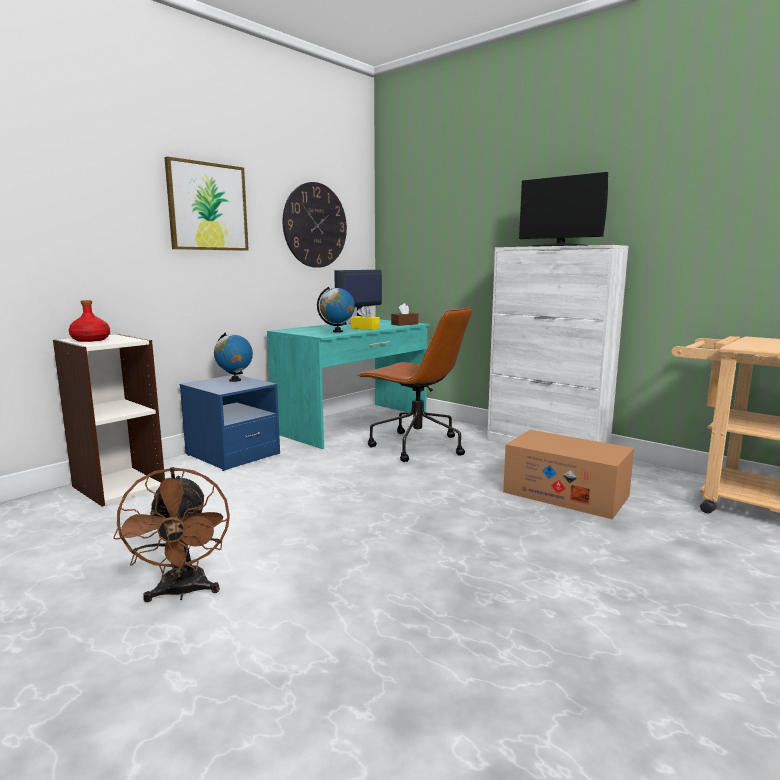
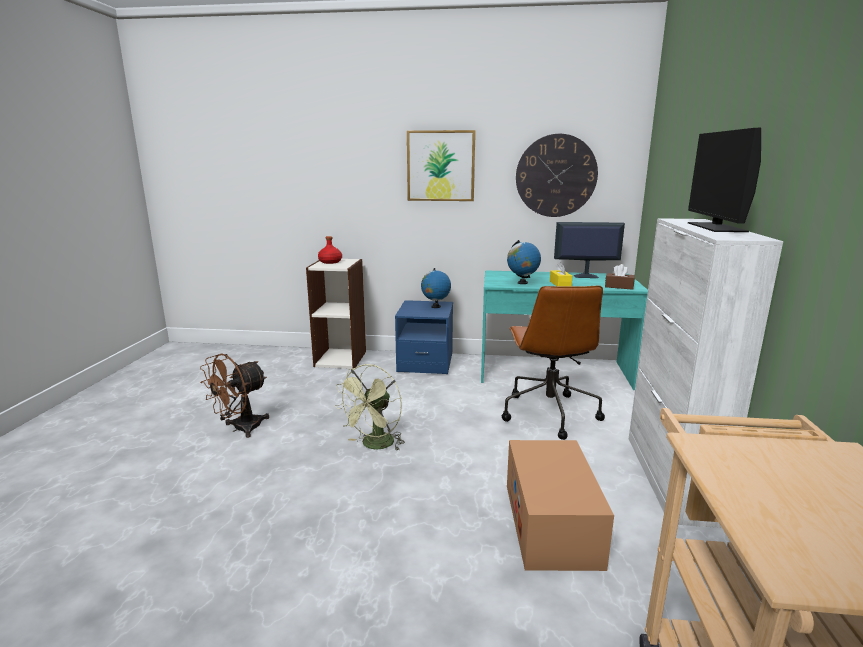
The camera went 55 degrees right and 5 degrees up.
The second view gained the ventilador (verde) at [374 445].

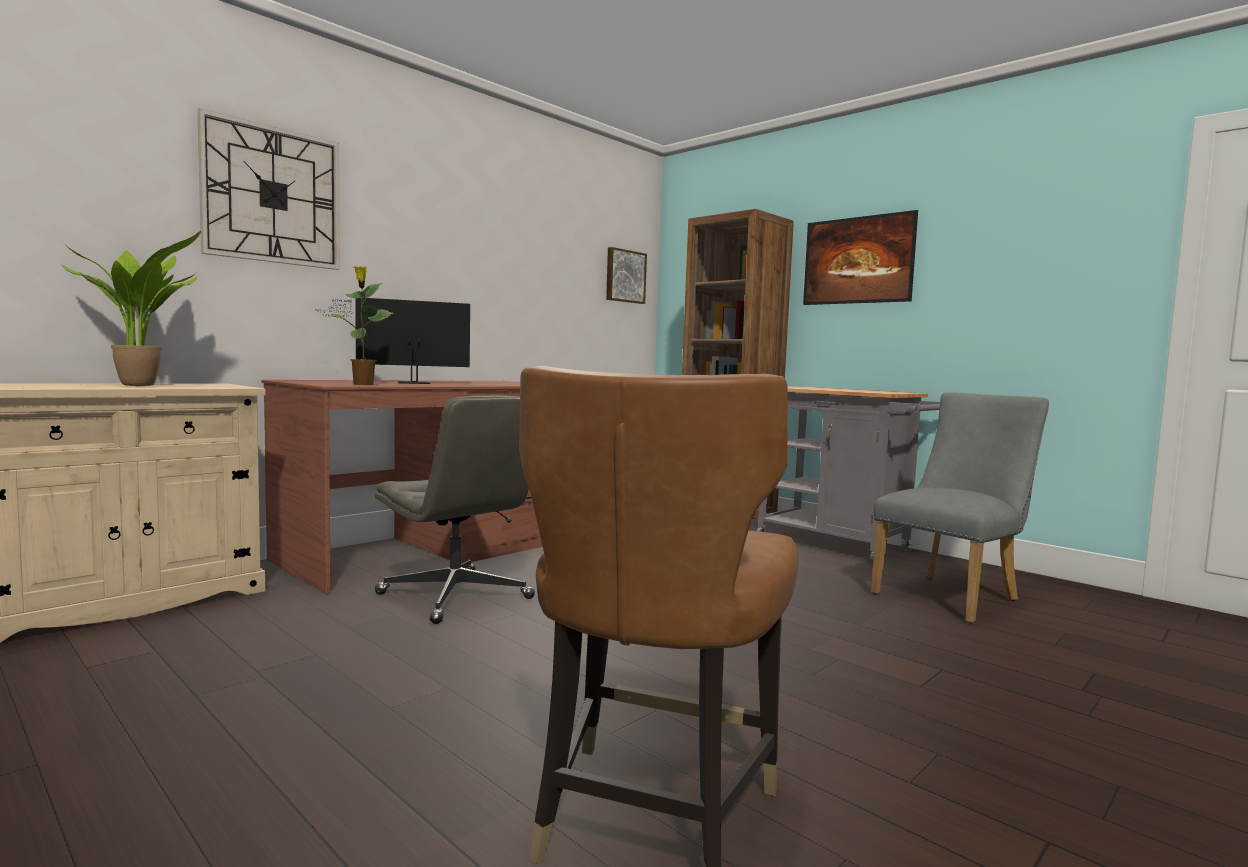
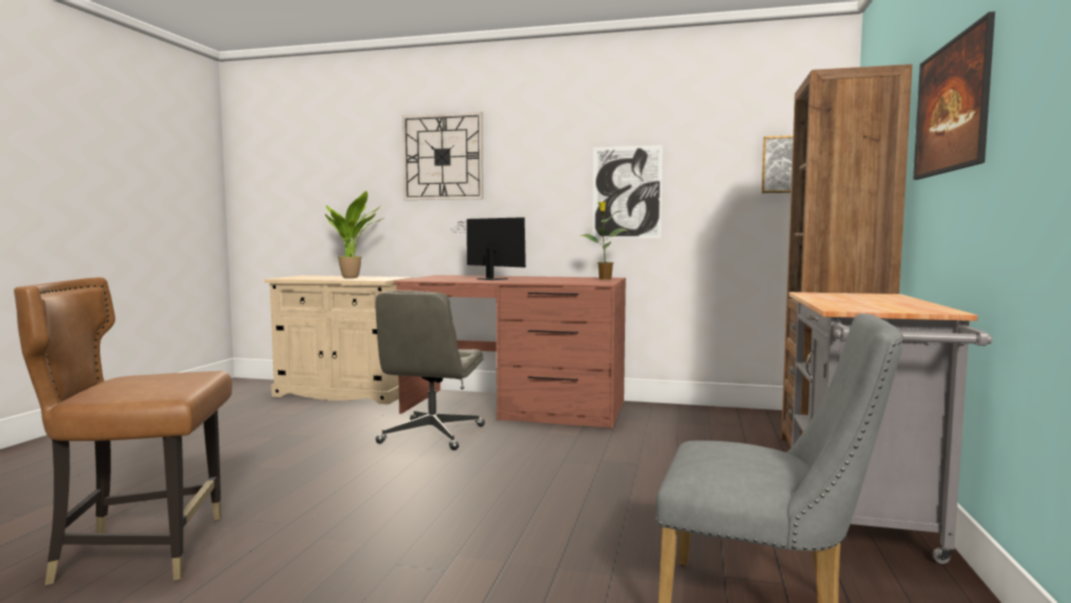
The camera went 60 degrees right and 0 degrees up.
The planta en maceta ended up elsewhere, having gone from [363 384] to [604 279].
The second view gained the cuadro at [627 192].

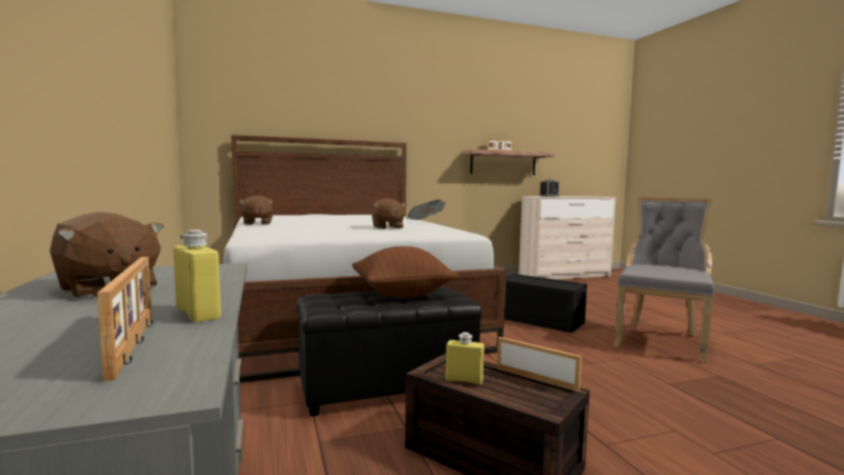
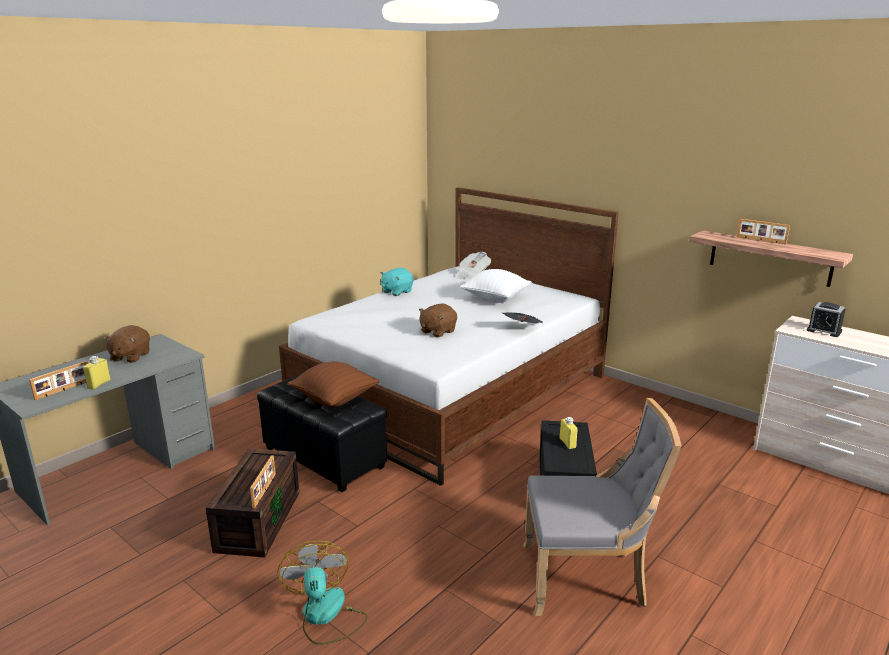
The camera went 60 degrees right and 15 degrees up.
What was the peluche (marrón) at [257 223] turned into the peluche (turquesa) at [396 292].
The botella (amarillo) ended up elsewhere, having gone from [464 380] to [567 443].
The second view gained the periódico at [472 275].
The second view gained the cojín (blanco) at [495 299].
The second view gained the ventilador at [325 616].

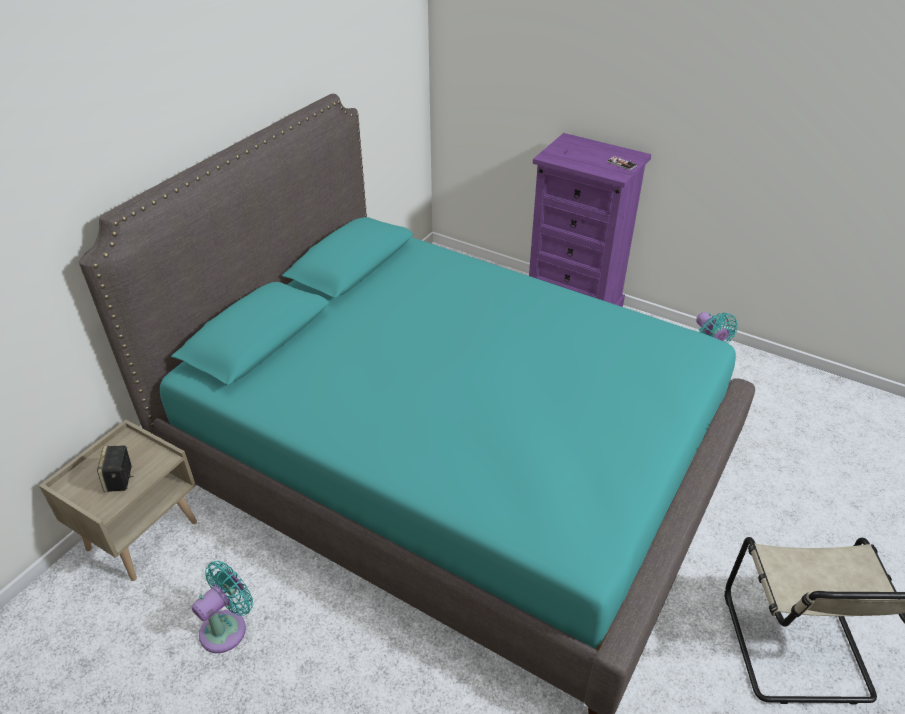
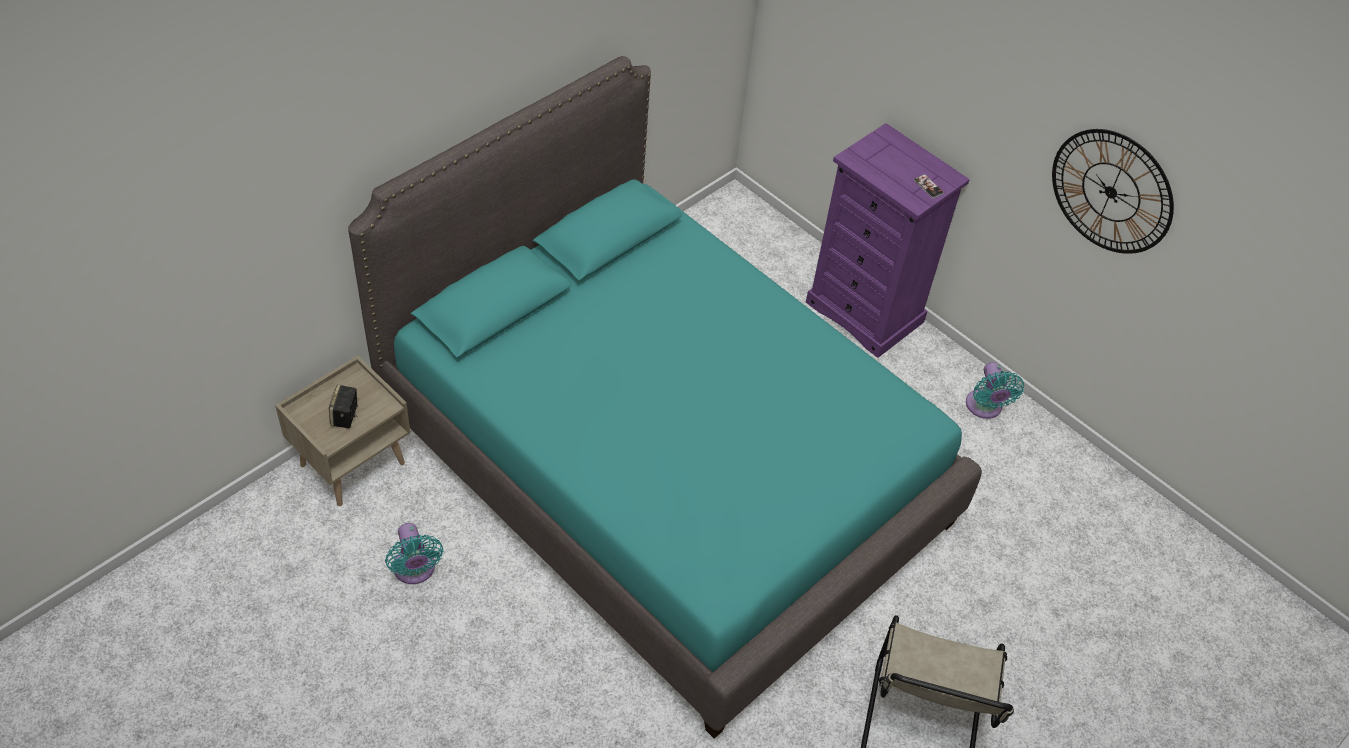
The camera went 10 degrees right and 10 degrees up.
The ventilador (turquesa) at [227 627] ended up facing another way, 105 degrees clockwise from before.
The second view gained the reloj de pared at [1111 192].

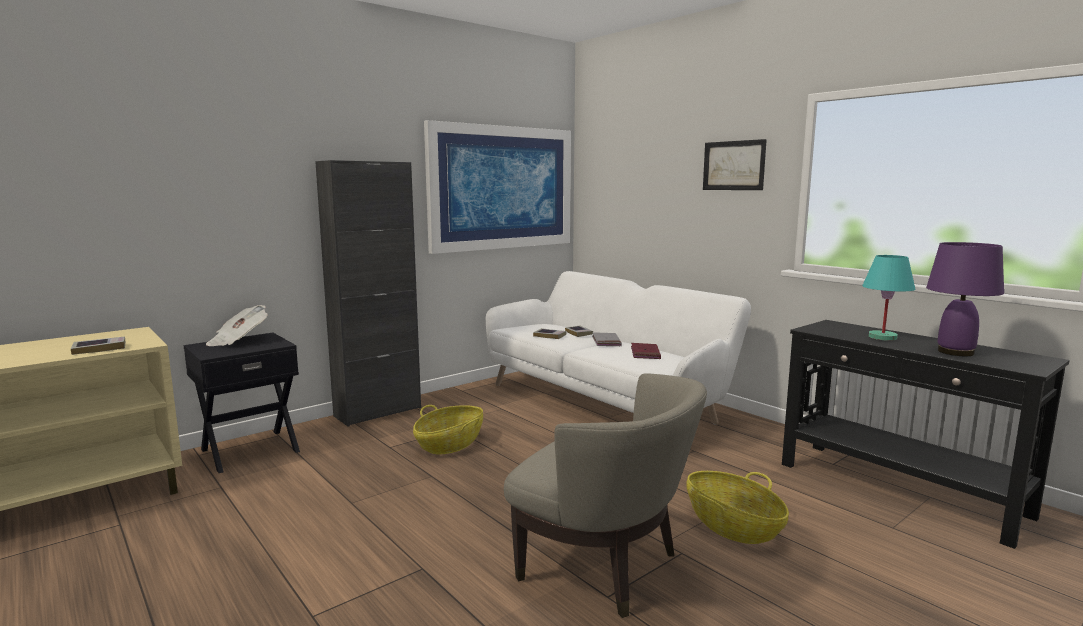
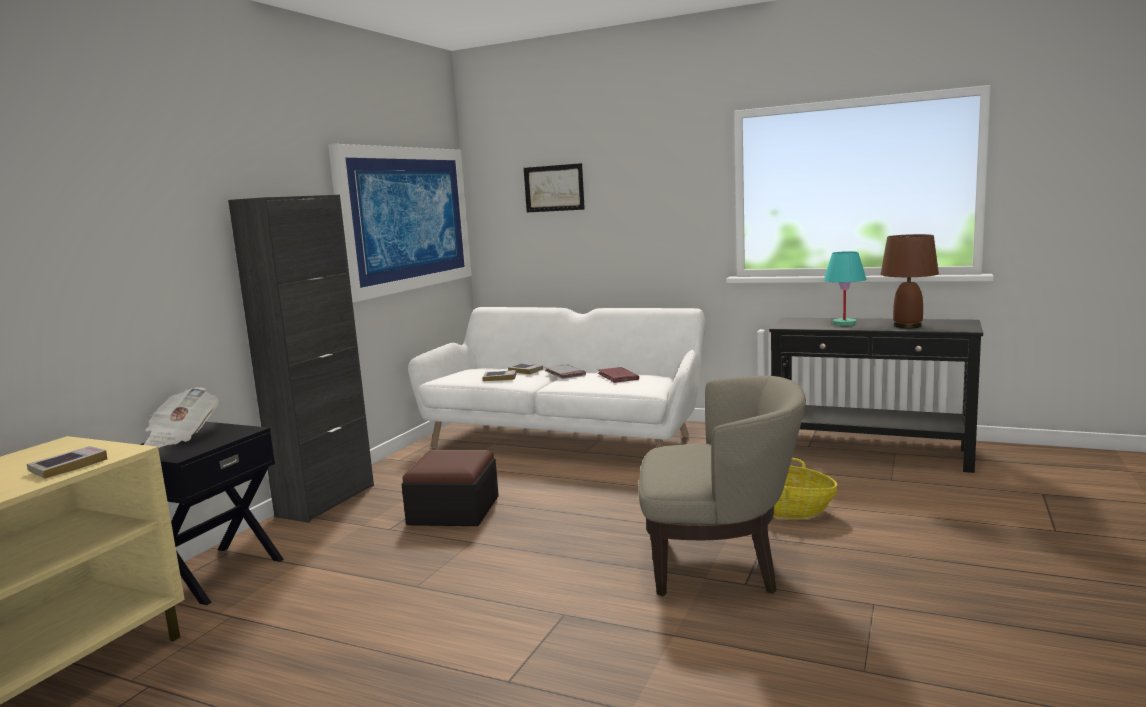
The camera went 25 degrees left and 0 degrees up.
The cuadro ended up elsewhere, having gone from [733 165] to [554 188].
What was the lámpara de mesa (morado) at [956 352] turned into the lámpara de mesa (marrón) at [908 326].
Where the cesta stood at [450 444], the puf came to stand at [454 510].

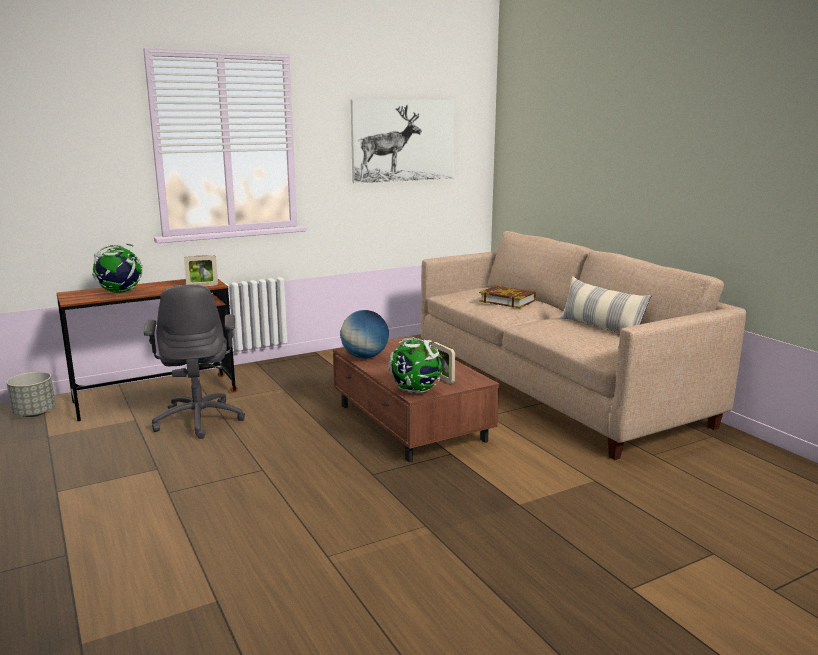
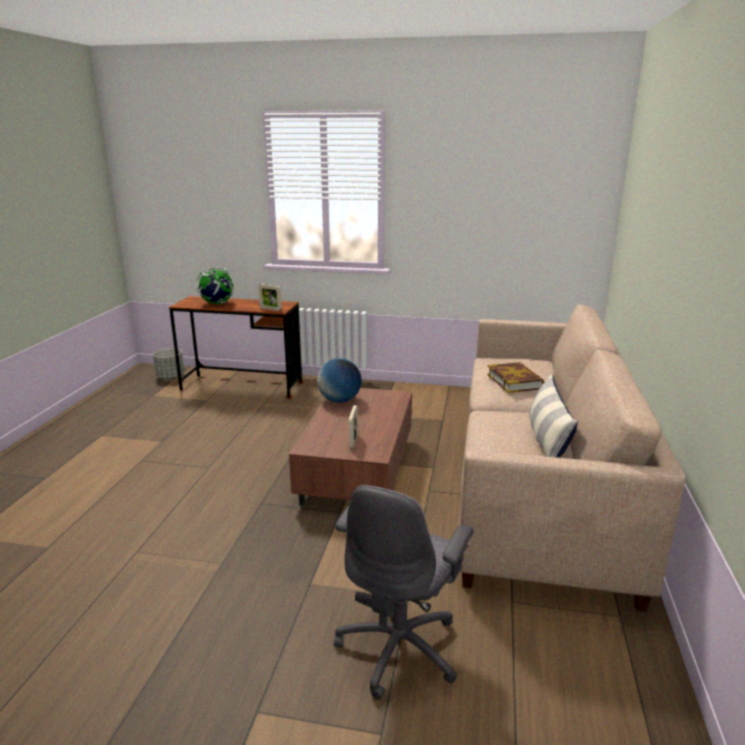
The camera went 40 degrees right and 5 degrees up.
The second view lost the cuadro at [403 141].
The silla de oficina (gris) ended up elsewhere, having gone from [199 419] to [400 647].
The second view lost the globo terráqueo at [415 390].

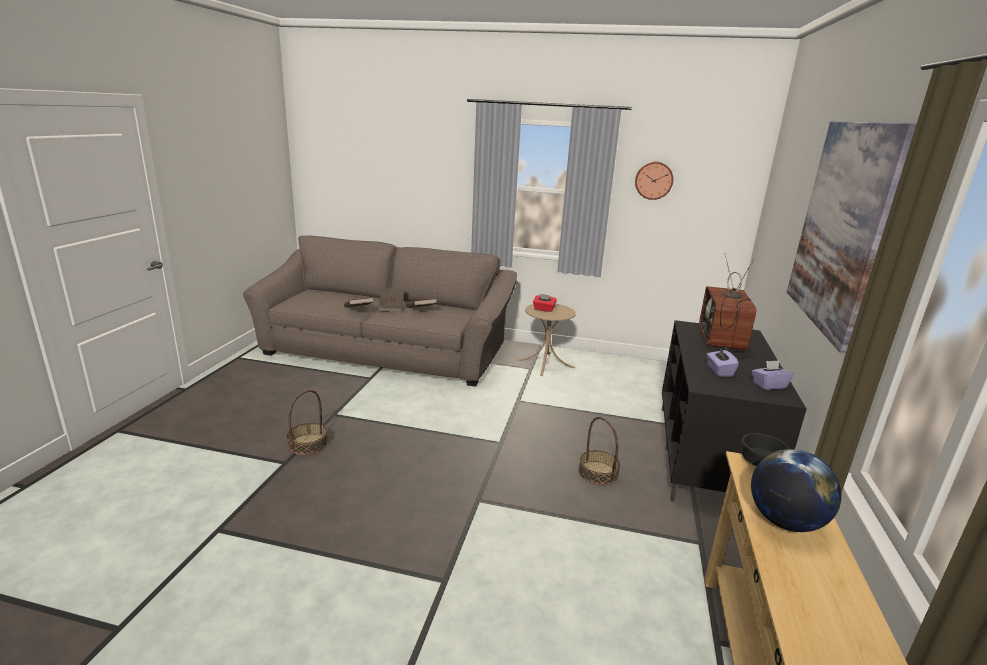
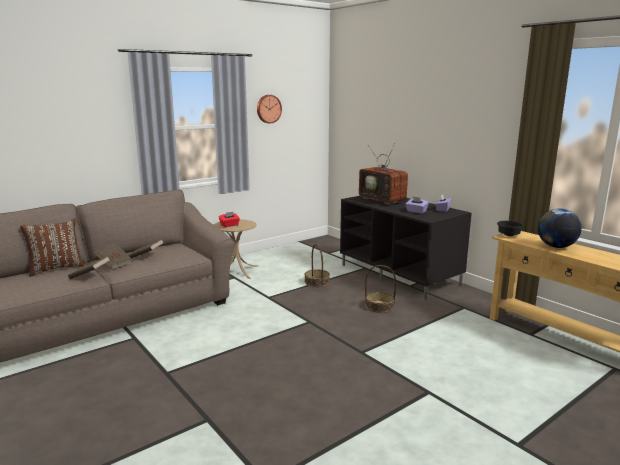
The camera went 50 degrees left and 5 degrees down.
The second view lost the cuadro at [842 227].
The cesta ended up elsewhere, having gone from [308 444] to [317 282].
The second view gained the cojín (marrón) at [56 268].

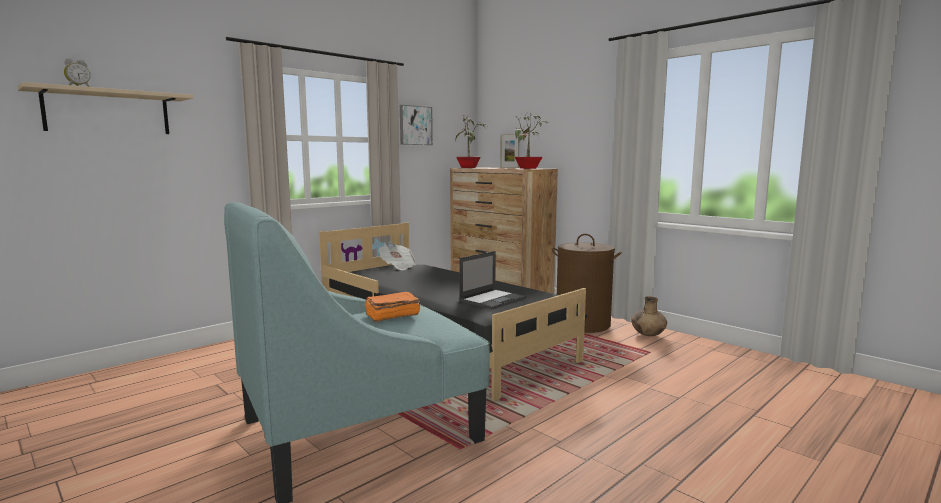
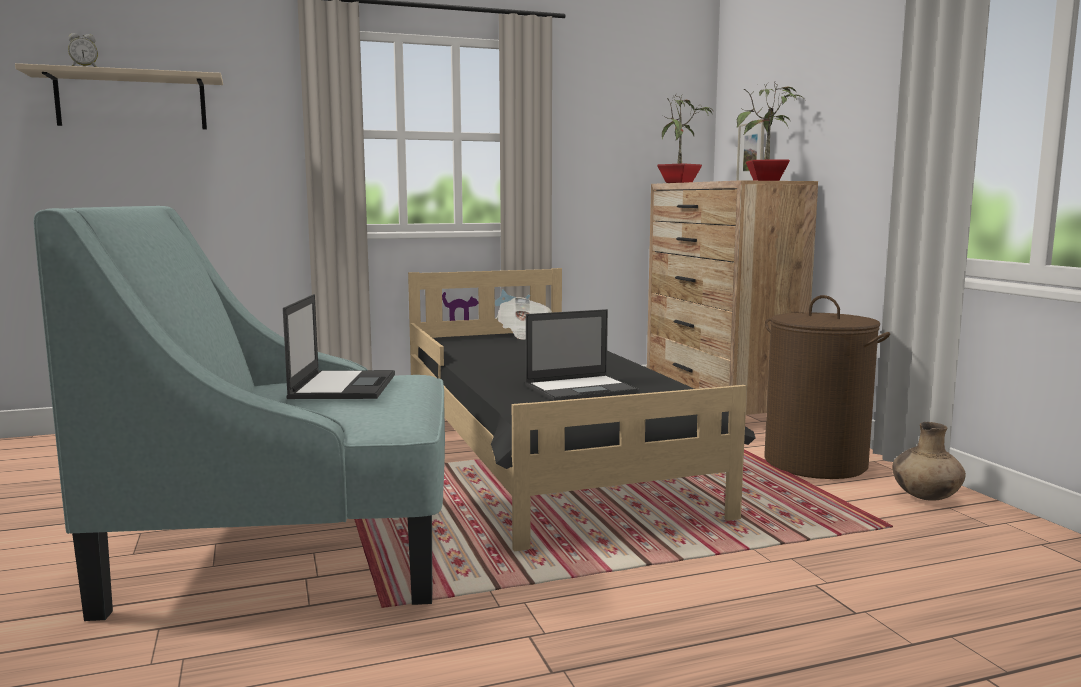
The camera went 25 degrees right and 0 degrees up.
The second view lost the cuadro at [415 125].
Where the libro (naranja) stood at [391 316], the portátil came to stand at [343 386].

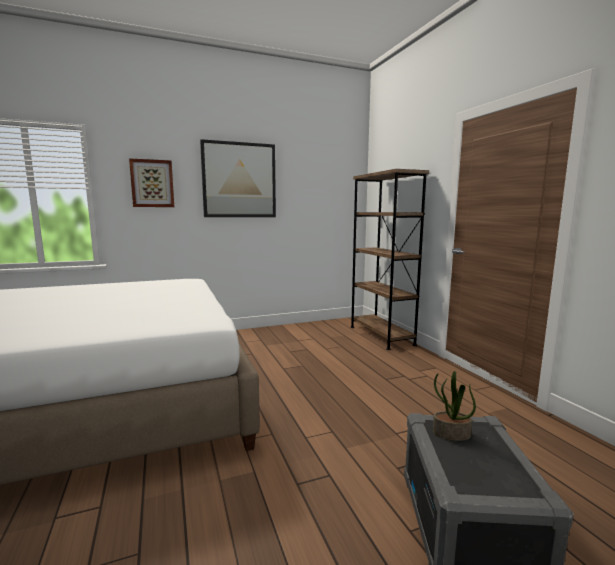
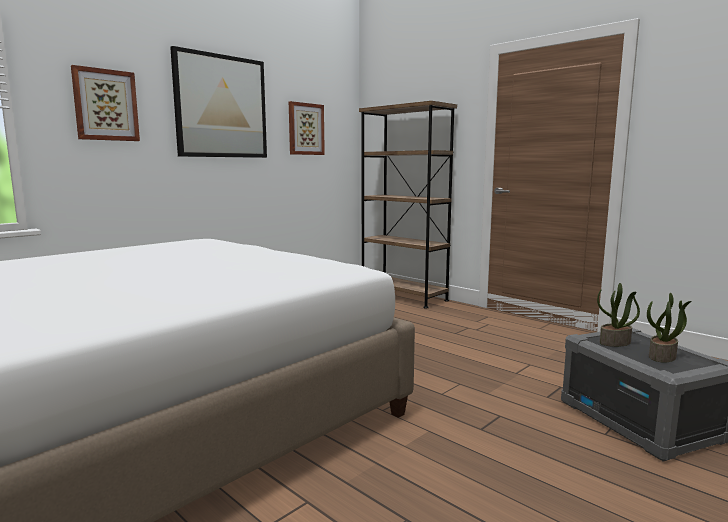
The camera went 25 degrees left and 0 degrees up.
The second view gained the cuadro at [305 129].
The second view gained the planta en maceta at [662 357].

